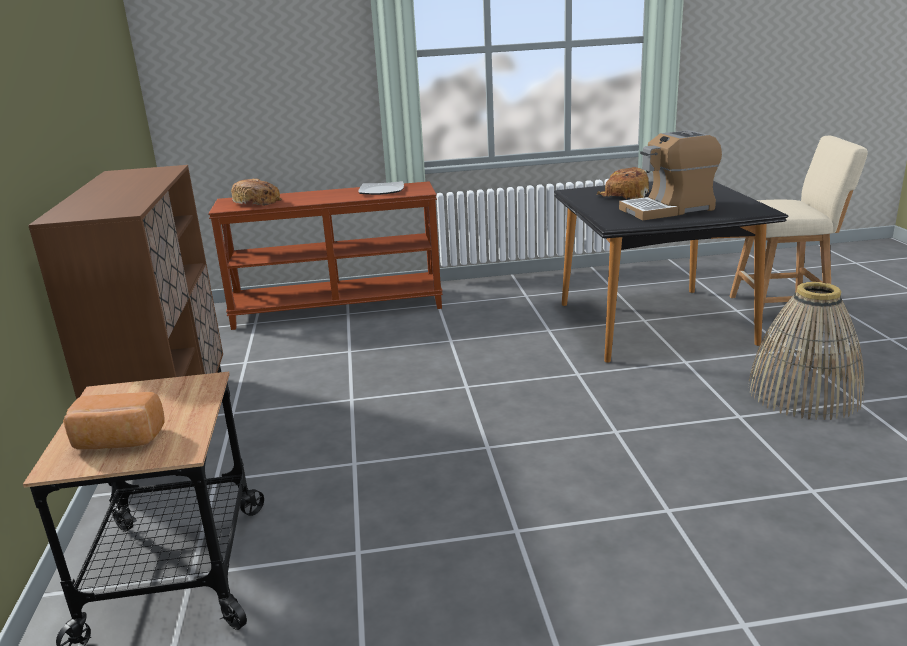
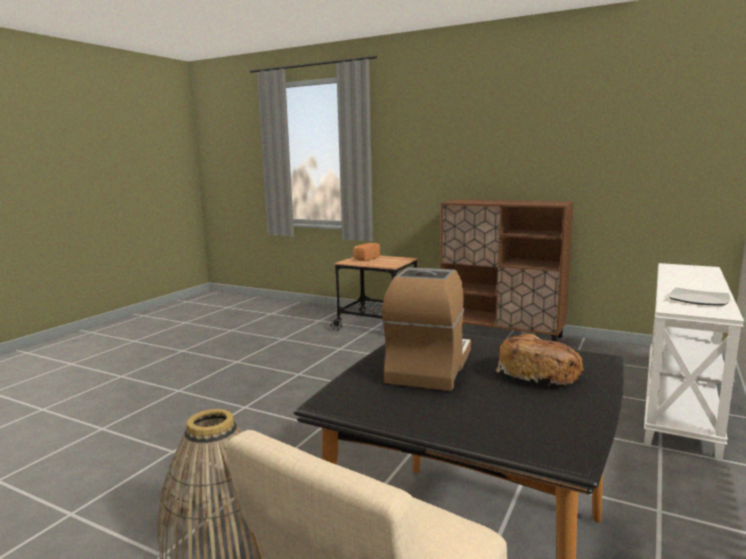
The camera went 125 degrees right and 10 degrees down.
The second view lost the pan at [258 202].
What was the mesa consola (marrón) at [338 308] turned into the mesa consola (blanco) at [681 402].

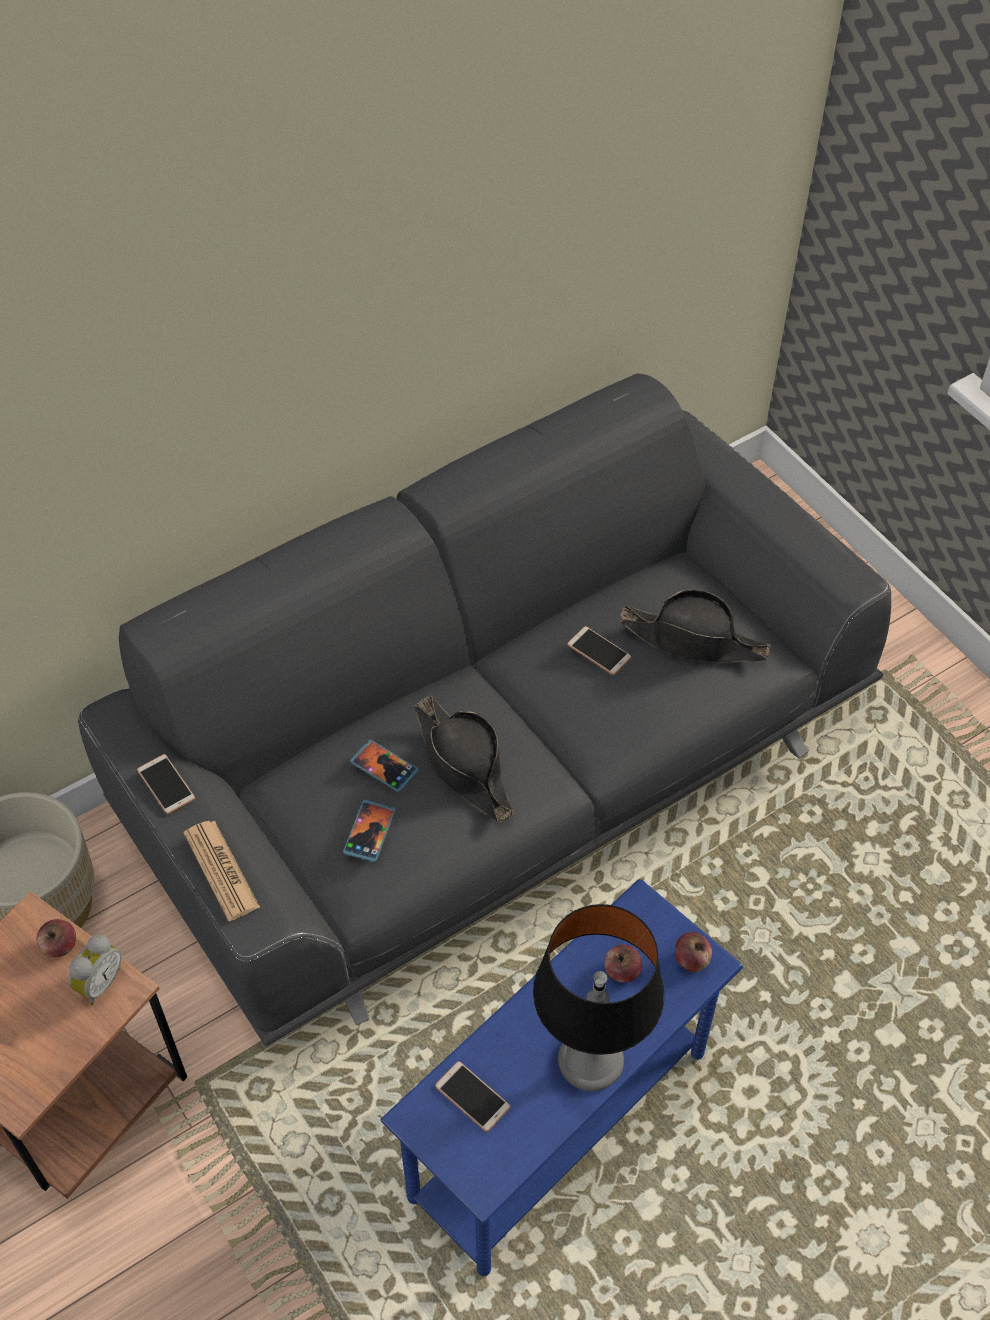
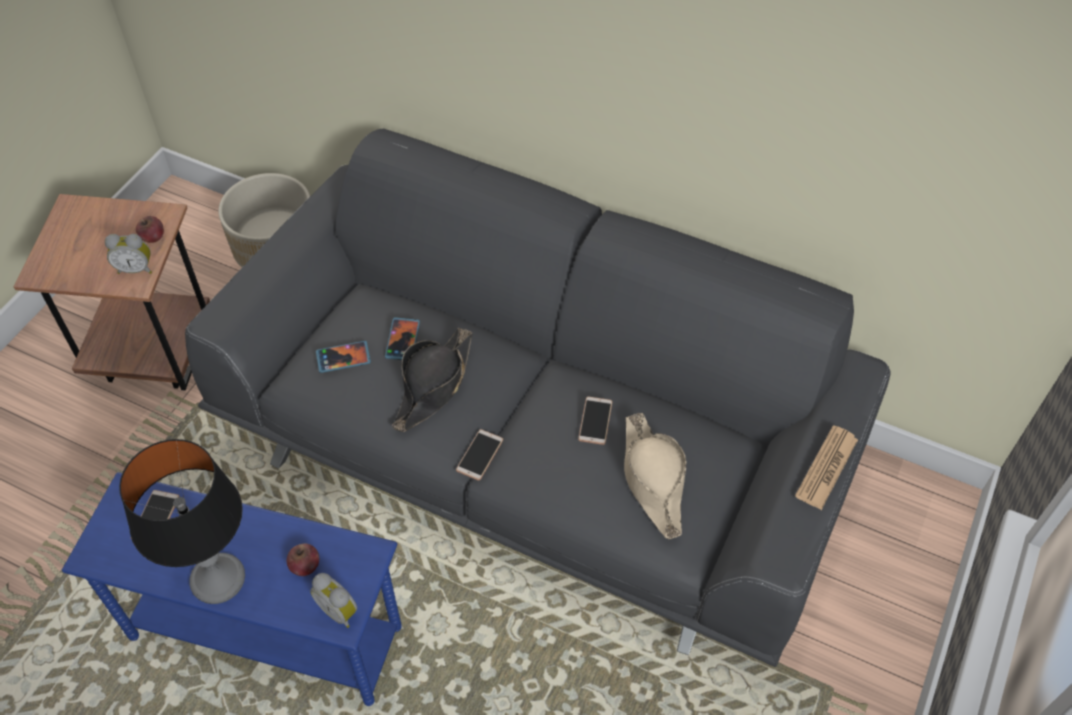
The camera went 60 degrees right and 0 degrees up.
What was the sombrero (negro) at [694 640] turned into the sombrero (beis) at [653 480].
The móvil ended up elsewhere, having gone from [166 785] to [479 455].
The periódico ended up elsewhere, having gone from [221 870] to [826 468].
Where the manzana stood at [691 959], the despertador came to stand at [340 610].

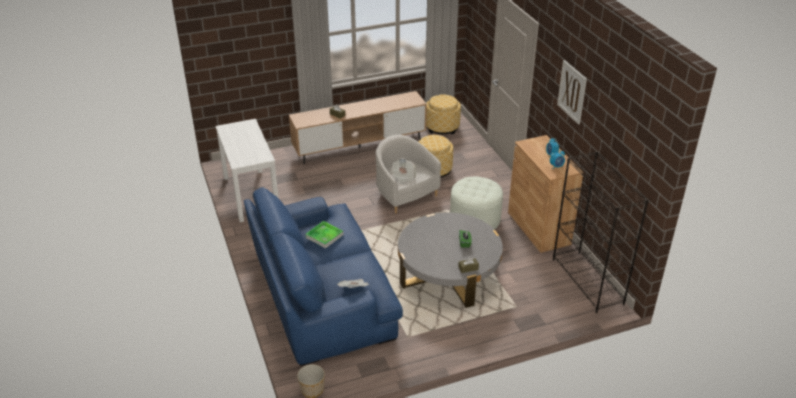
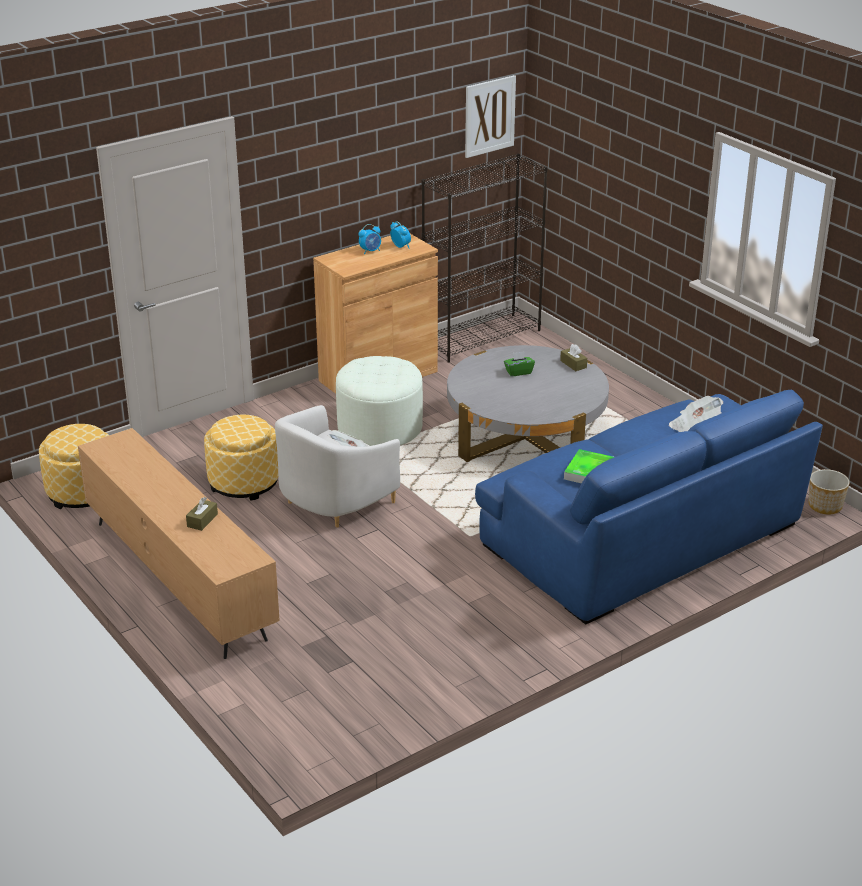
The camera went 105 degrees left and 5 degrees down.
The cuadro ended up elsewhere, having gone from [572 92] to [489 116].
The second view lost the mesa consola (blanco) at [250 194].

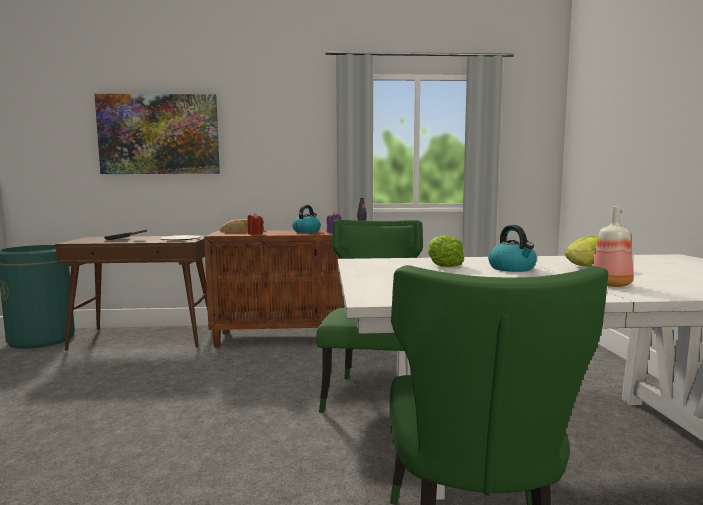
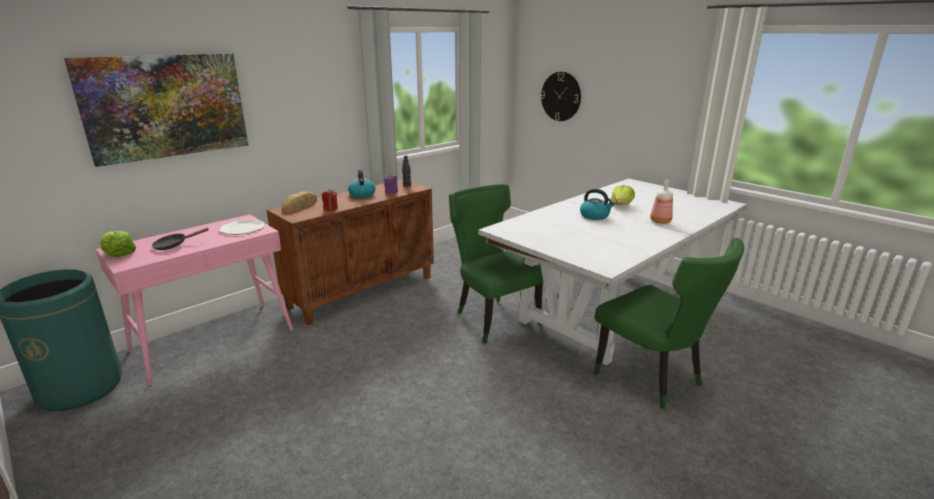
The camera went 40 degrees left and 15 degrees up.
What was the mesa consola (marrón) at [145 337] turned into the mesa consola (rosa) at [214 340].
The lechuga ended up elsewhere, having gone from [443 265] to [119 253].
The second view gained the reloj de pared at [561 96].

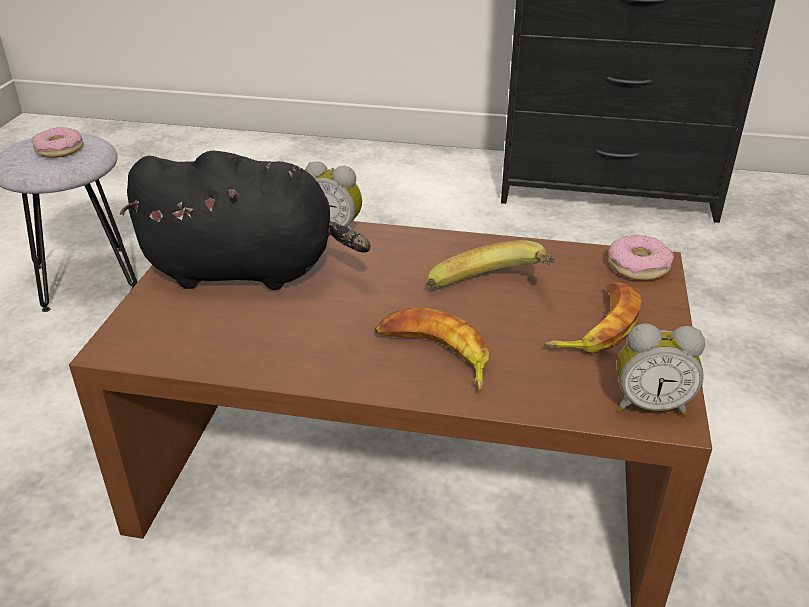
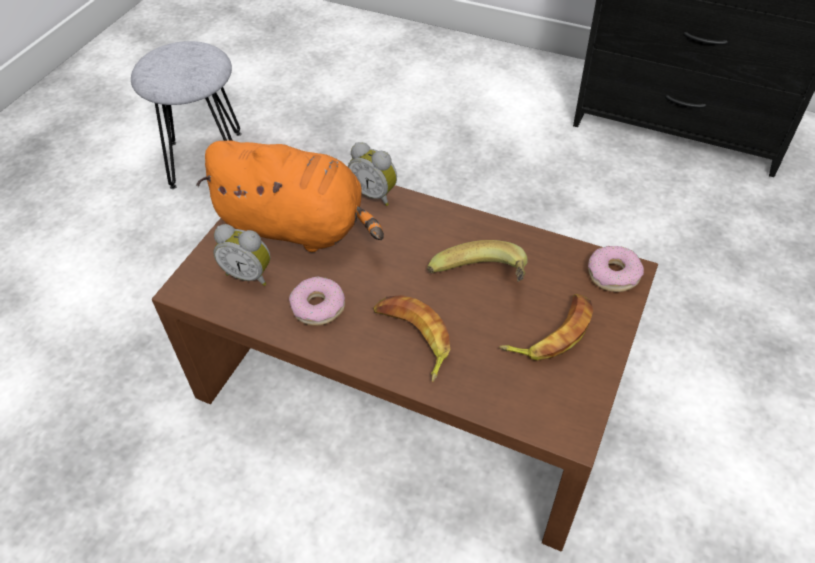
The camera went 15 degrees right and 15 degrees up.
The rosquilla ended up elsewhere, having gone from [59 150] to [318 306].
What was the peluche (negro) at [249 270] turned into the peluche (naranja) at [298 227].
The despertador ended up elsewhere, having gone from [649 404] to [249 274].

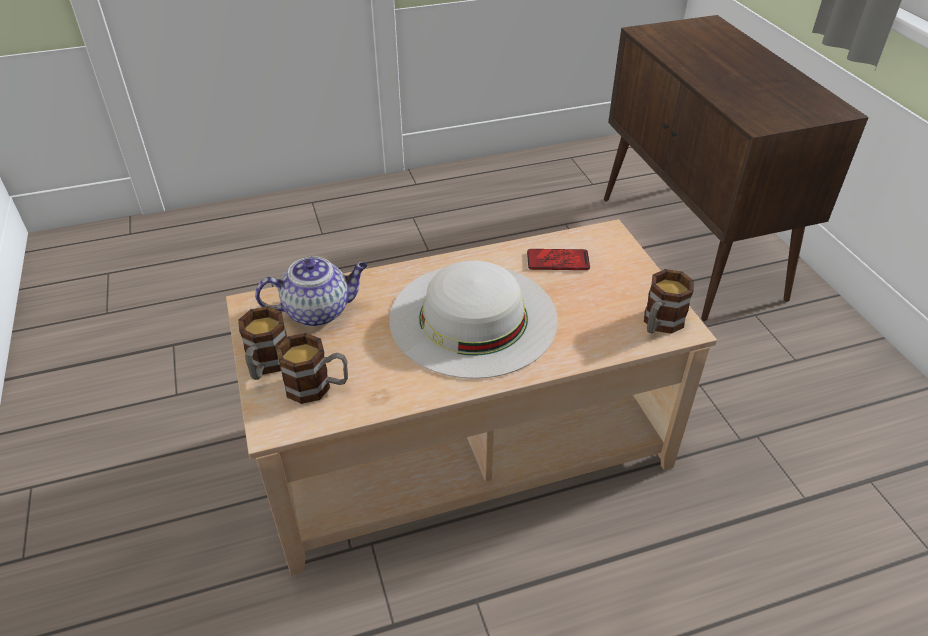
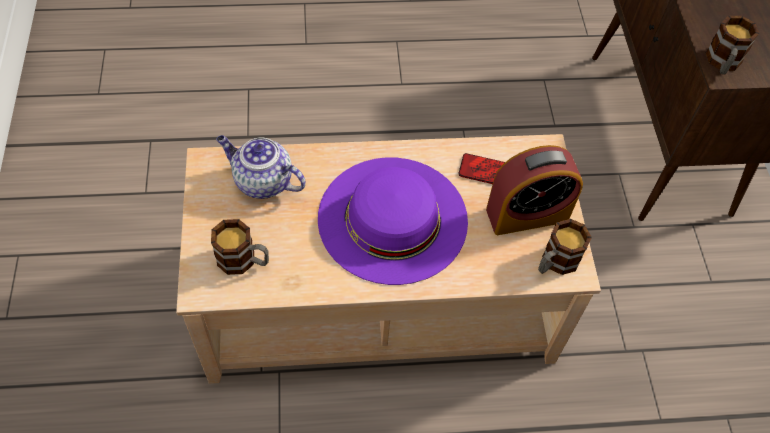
The camera went 10 degrees right and 15 degrees up.
The tetera at [318 311] ended up facing another way, 150 degrees counterclockwise from before.
What was the sombrero (blanco) at [473 318] turned into the sombrero (morado) at [392 219].
The taza grande ended up elsewhere, having gone from [266 365] to [722 63].
The second view gained the despertador at [527 214].

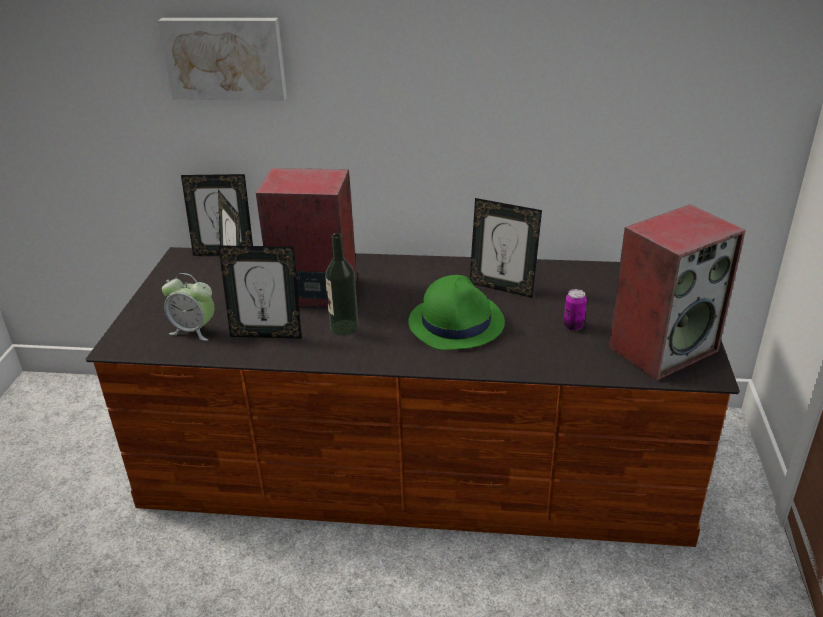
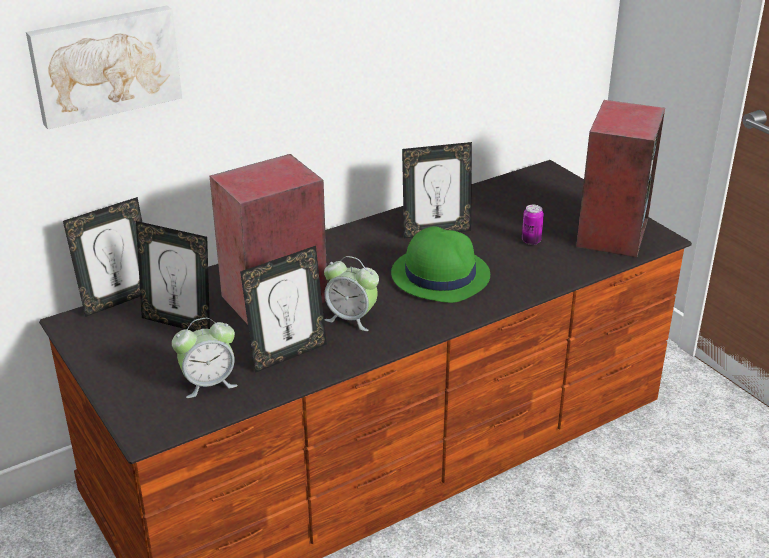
The camera went 40 degrees left and 0 degrees up.
Where the botella stood at [344 327], the despertador came to stand at [351 318].

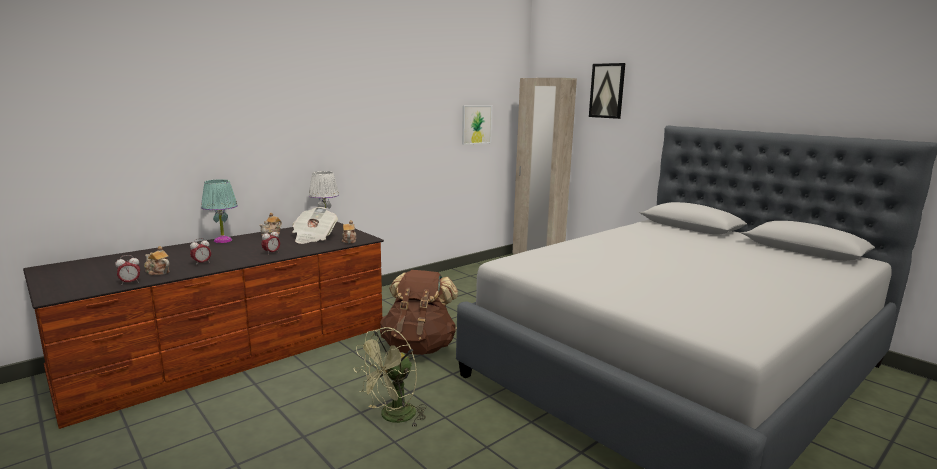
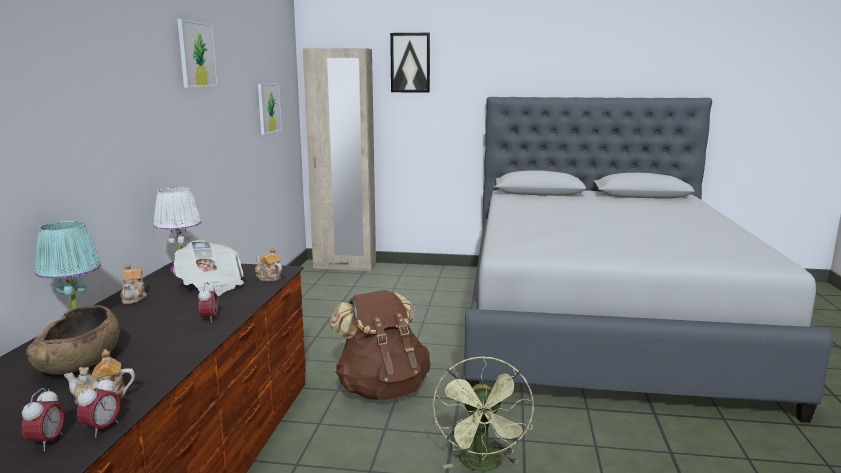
The camera went 40 degrees left and 0 degrees up.
The despertador ended up elsewhere, having gone from [201 263] to [47 442].
The second view gained the cuadro at [196 54].
The second view gained the cuenco (marrón) at [80 362].

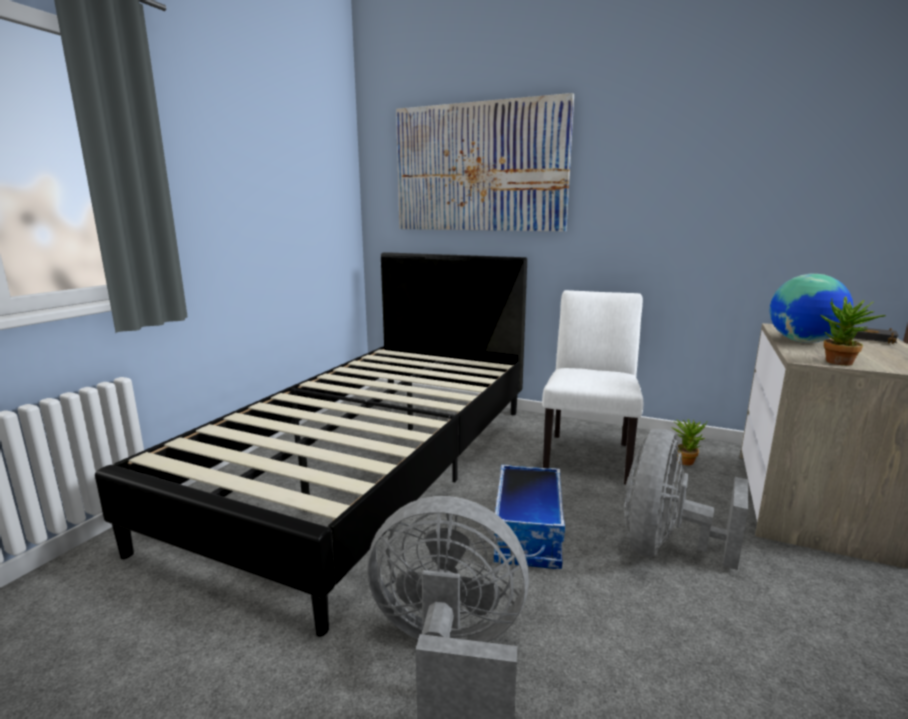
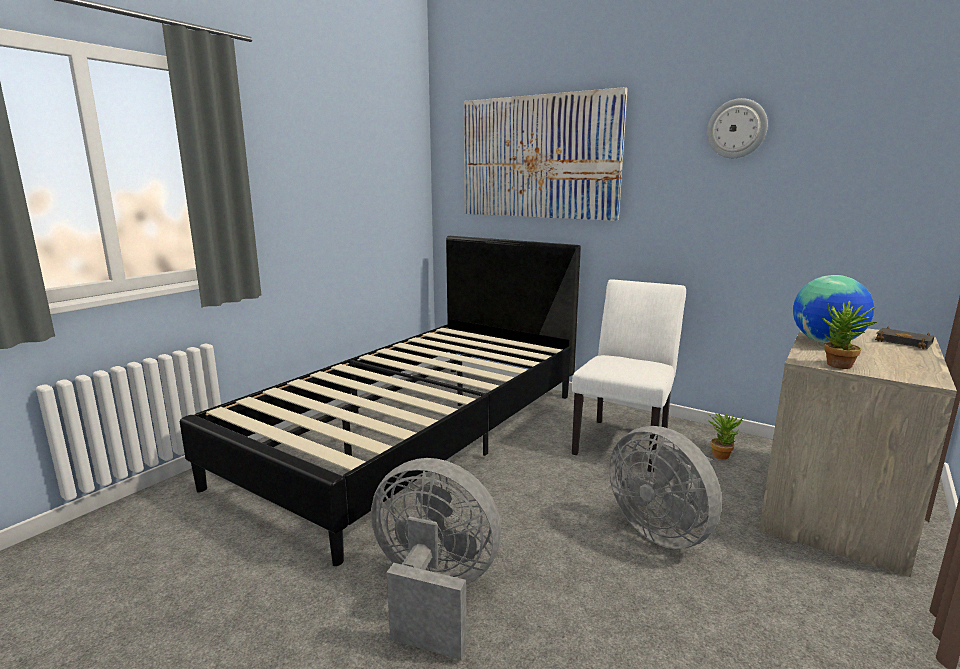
The camera went 10 degrees right and 0 degrees up.
The ventilador (gris) at [665 547] ended up facing another way, 75 degrees counterclockwise from before.
The second view lost the caja de almacenaje at [529 534].
The second view gained the reloj de pared at [736 129].

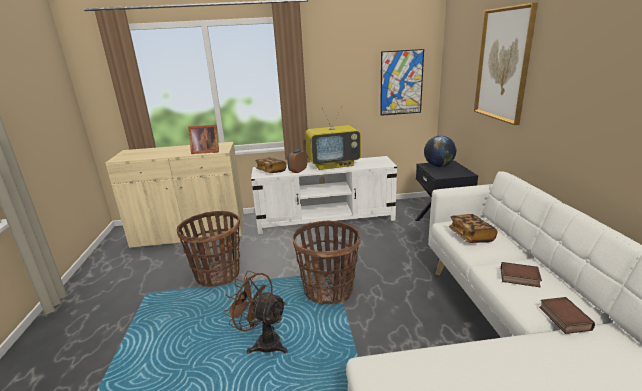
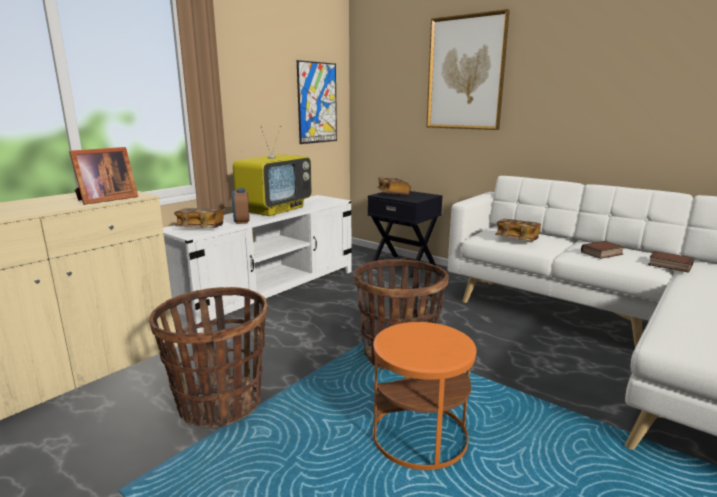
The camera went 45 degrees left and 5 degrees down.
Where the globo terráqueo stood at [438 166], the libro came to stand at [393 194].
Where the ventilador (marrón) stood at [263 342], the mesa auxiliar (naranja) came to stand at [420 436].

